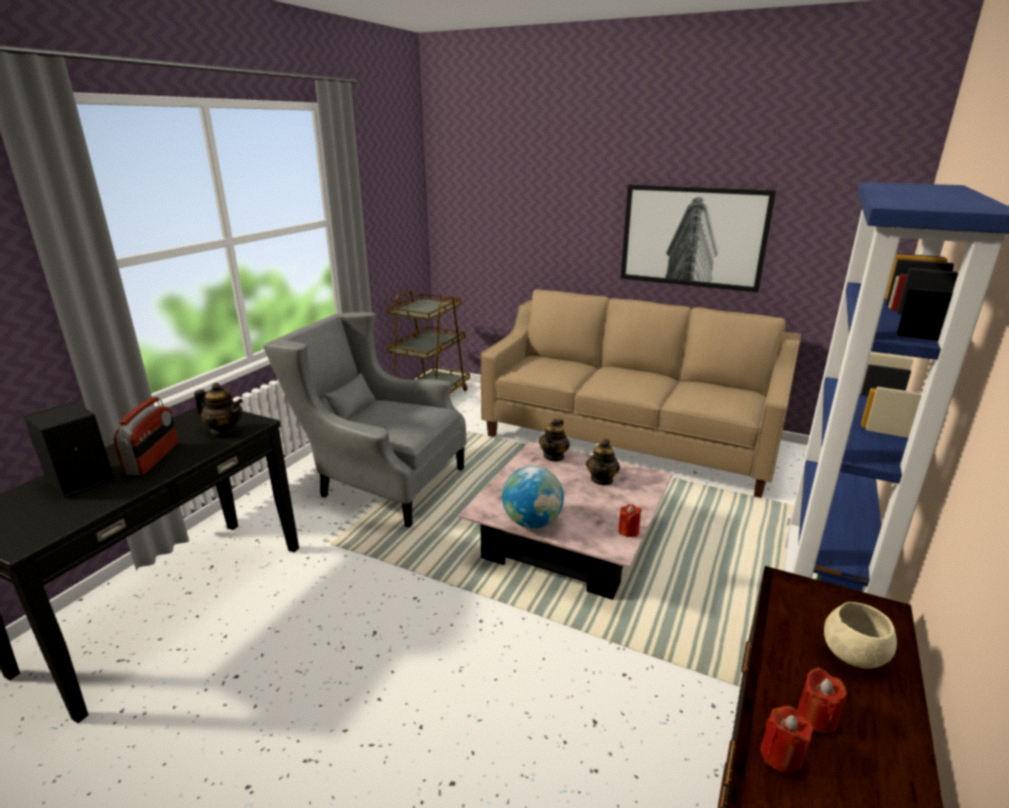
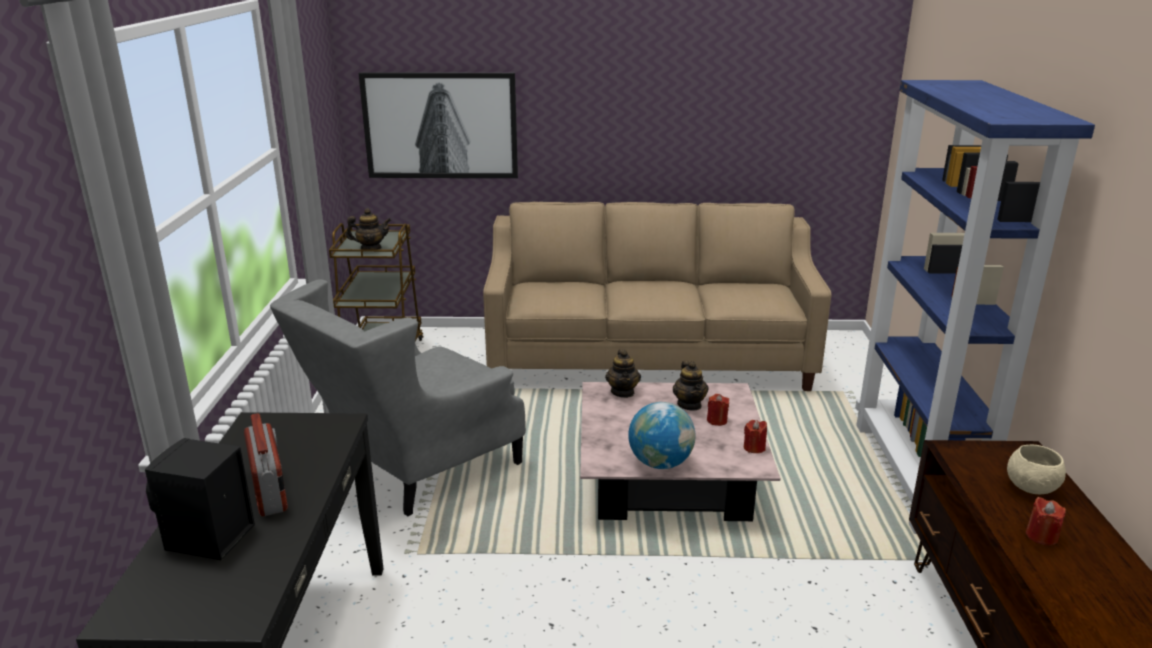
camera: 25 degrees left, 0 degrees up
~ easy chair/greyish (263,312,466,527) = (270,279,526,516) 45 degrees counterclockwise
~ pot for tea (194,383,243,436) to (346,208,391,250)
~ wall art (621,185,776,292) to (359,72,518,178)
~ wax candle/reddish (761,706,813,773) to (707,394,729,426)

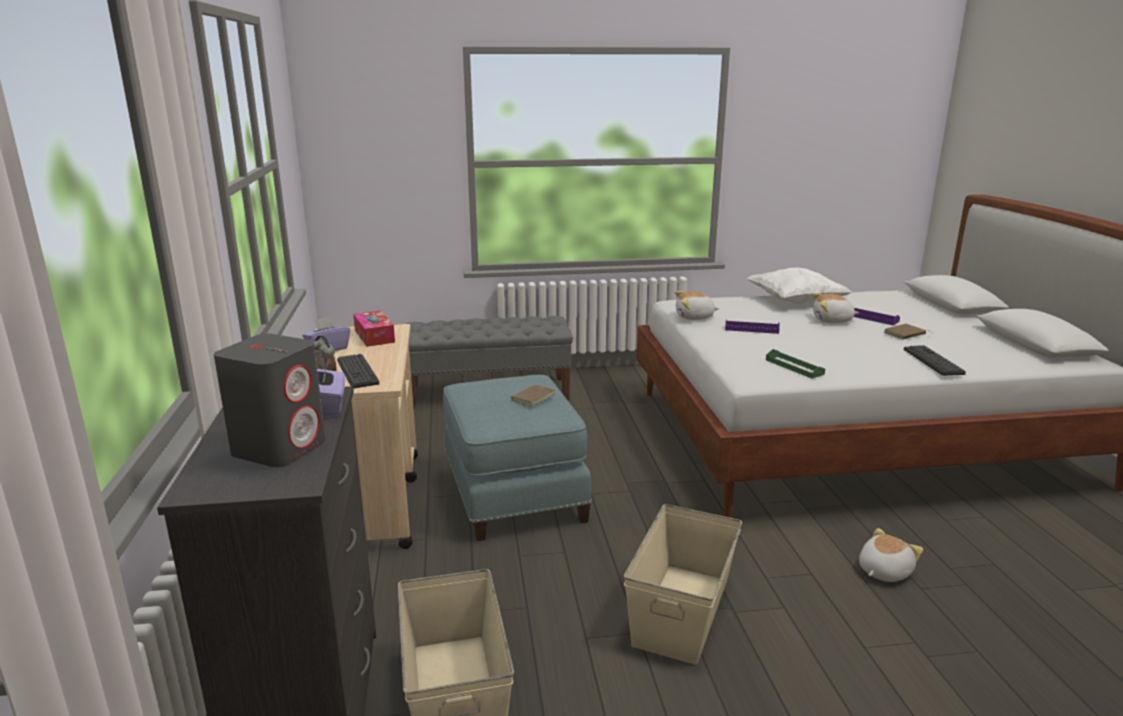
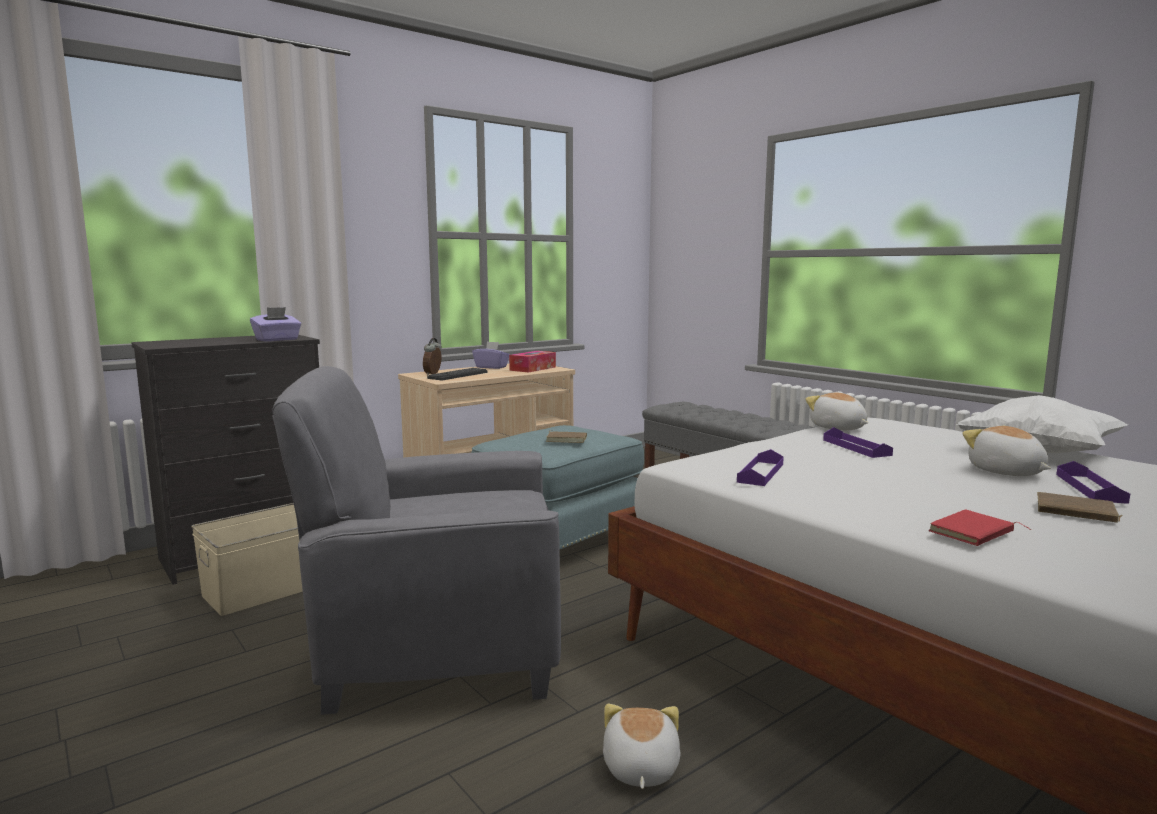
camera: 60 degrees right, 10 degrees down
~ storage box/beige (624,504,742,665) to easy chair/greyish (272,366,561,715)
~ cuddly toy (859,528,923,582) = (603,704,681,789) 105 degrees counterclockwise
~ serving tray/green-coloured (766,349,825,378) to serving tray/purple-coloured (737,449,784,486)
~ keyboard (904,345,966,376) to book/reddish (929,509,1031,546)
- loudspeaker/greyish (214,333,326,467)

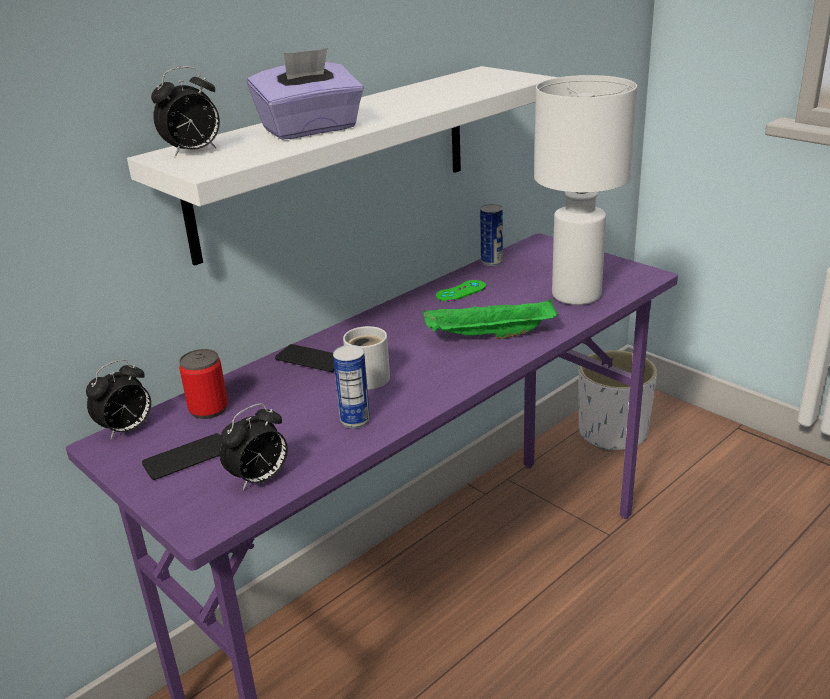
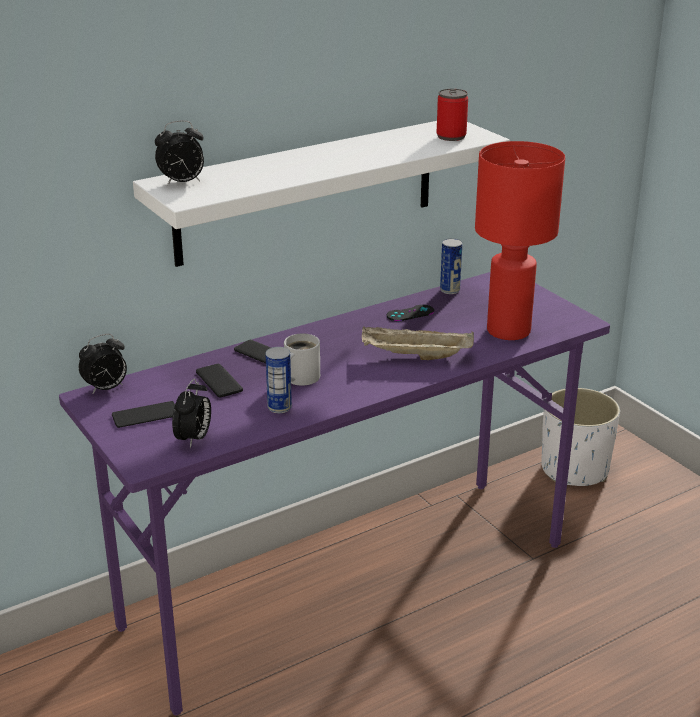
camera: 10 degrees right, 0 degrees up
~ table clock (219,403,288,491) = (172,378,211,448) 45 degrees counterclockwise
+ telephone (196,364,243,397)
~ serving tray/green-coloured (423,299,557,339) to serving tray/beige (362,327,474,360)
~ joypad/green-coloured (436,280,486,301) to joypad/blackish (387,305,434,321)
~ sealed can (179,349,228,419) to (437,89,468,141)
~ tabletop lamp/whitish (534,75,637,305) to tabletop lamp/reddish (475,141,565,340)
- box of tissues/purple-coloured (247,48,364,140)

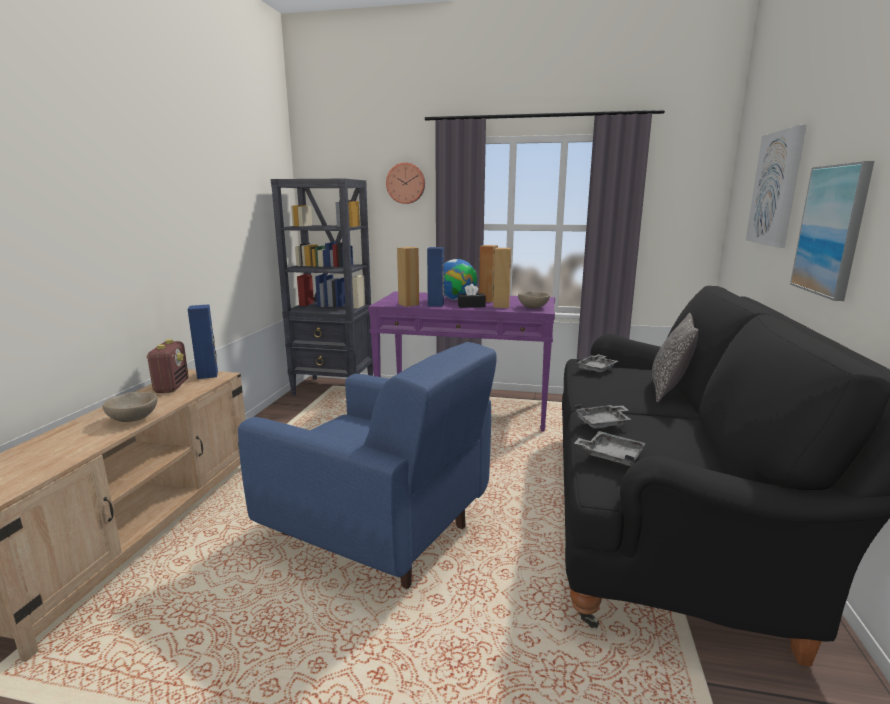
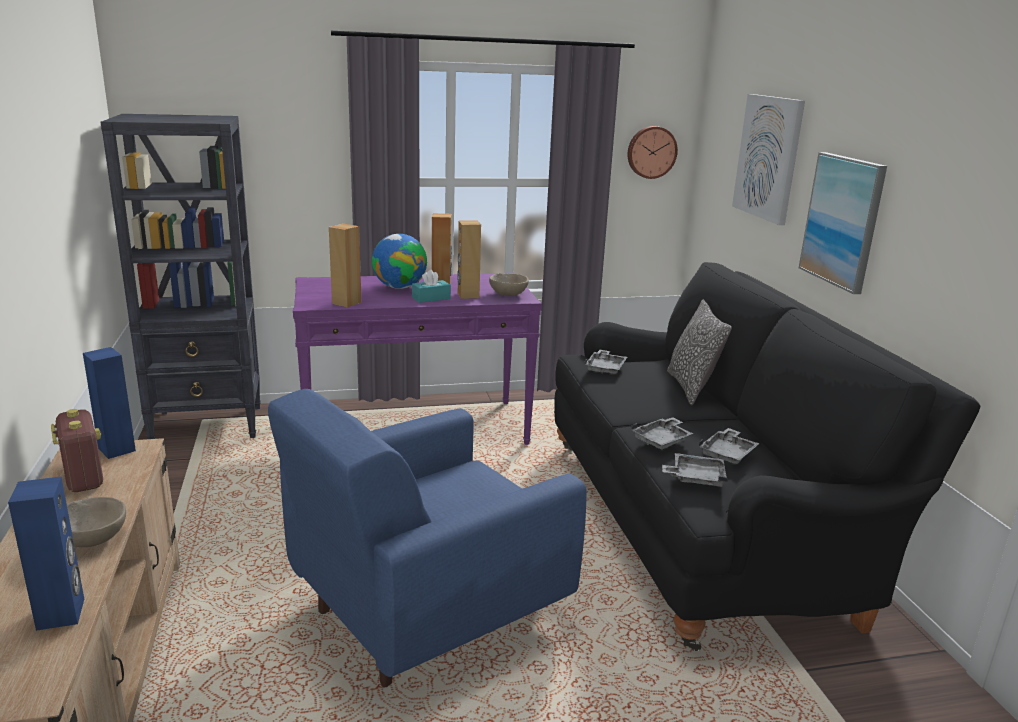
camera: 25 degrees left, 5 degrees up
~ loudspeaker/bluish (427,247,444,307) to (8,476,84,631)
~ easy chair/bluish (238,342,497,589) = (268,389,587,687) 135 degrees clockwise
~ box of tissues/blackish (458,284,486,308) to box of tissues/turquoise (412,270,451,303)
~ wall clock (386,162,425,204) to (628,126,678,179)
+ serving tray/greyish (699,428,760,464)

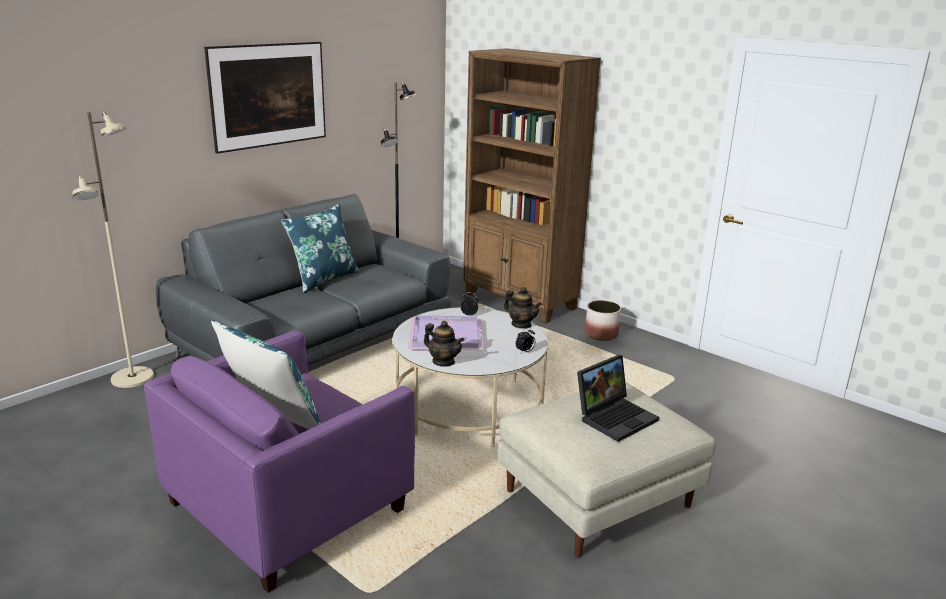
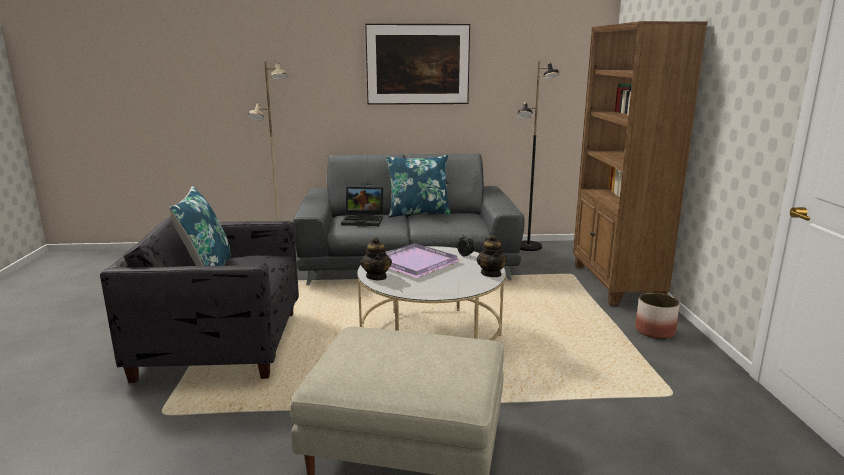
camera: 45 degrees right, 5 degrees down
~ easy chair/purple-coloured (144,331,415,593) to easy chair/greyish (100,216,299,383)
~ notebook computer (577,355,659,442) to (341,187,383,226)
- table clock (516,328,535,353)

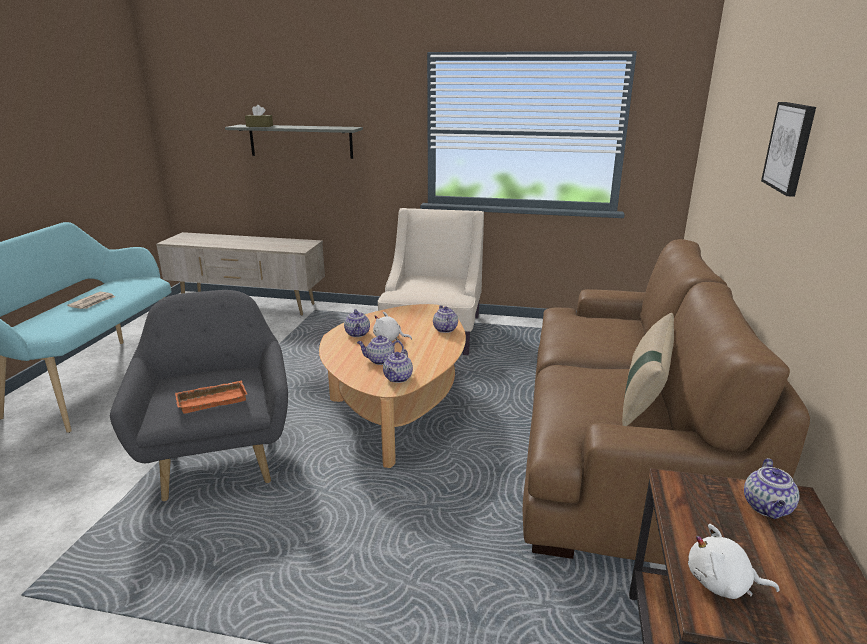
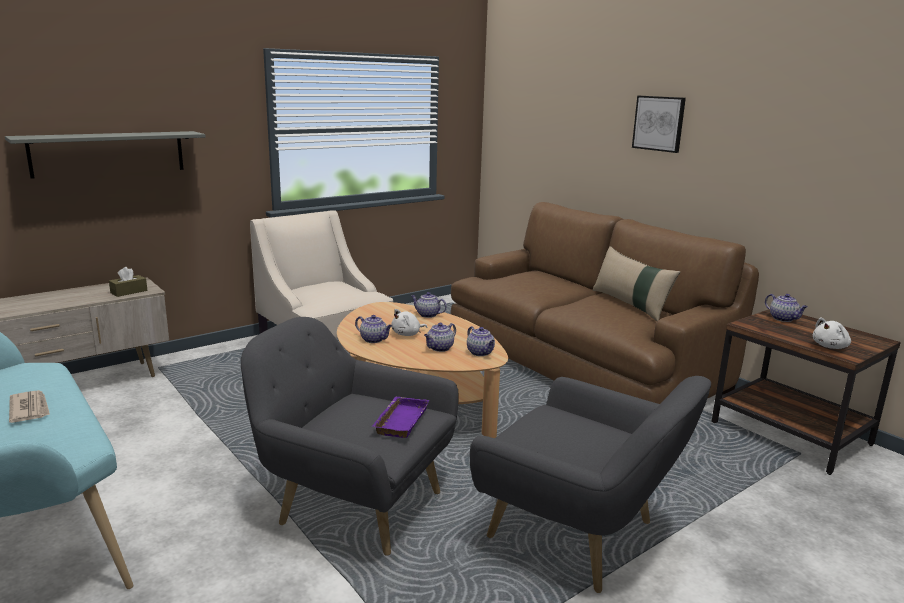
camera: 50 degrees left, 5 degrees down
~ box of tissues/brown (245,105,273,127) to (109,267,147,297)
~ serving tray/orange (175,381,247,414) to serving tray/purple-coloured (372,397,429,438)
+ easy chair/greyish (470,376,711,593)

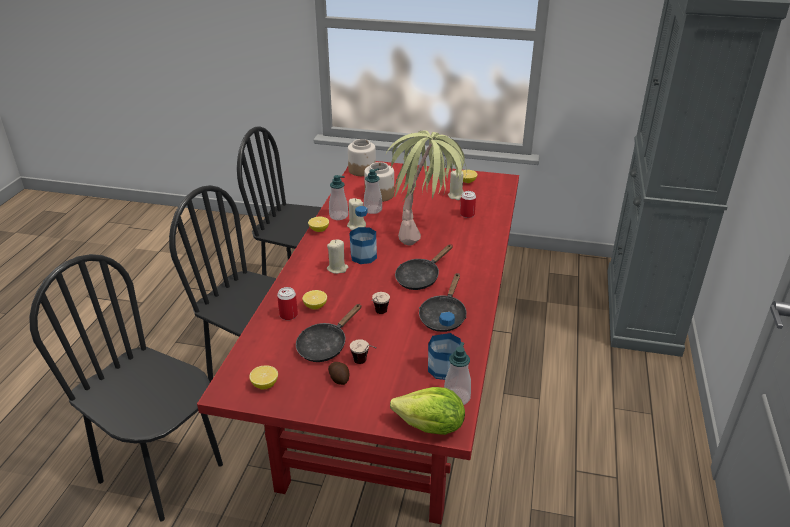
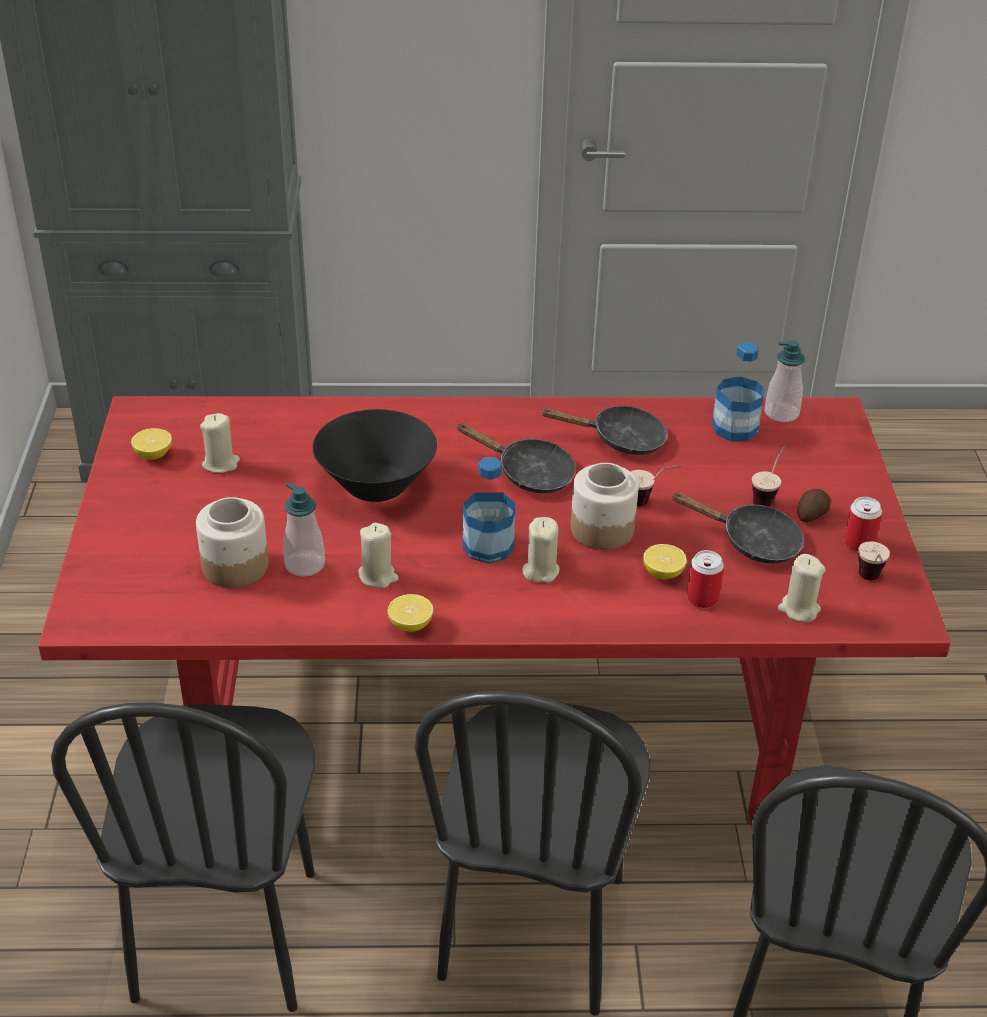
camera: 105 degrees left, 5 degrees up
~ potted plant (385,130,467,246) to bowl/blackish (313,409,437,502)
~ preserve jar (348,139,376,176) to (571,463,639,550)
+ wax candle/beige (778,554,825,622)
~ sealed can (460,191,476,218) to (844,497,882,552)
~ lemon (249,365,278,390) to small cup (858,541,890,580)
- soap dispenser (329,175,348,220)
- lettuce head (390,387,465,435)

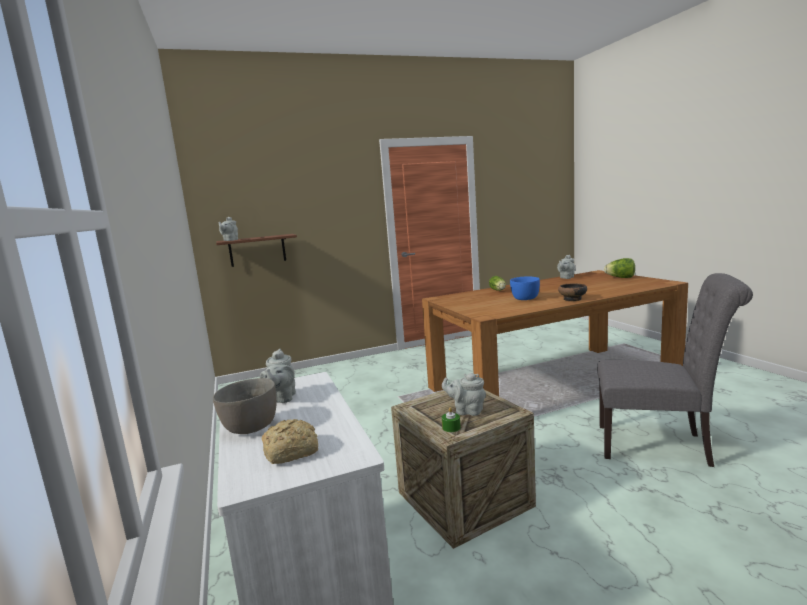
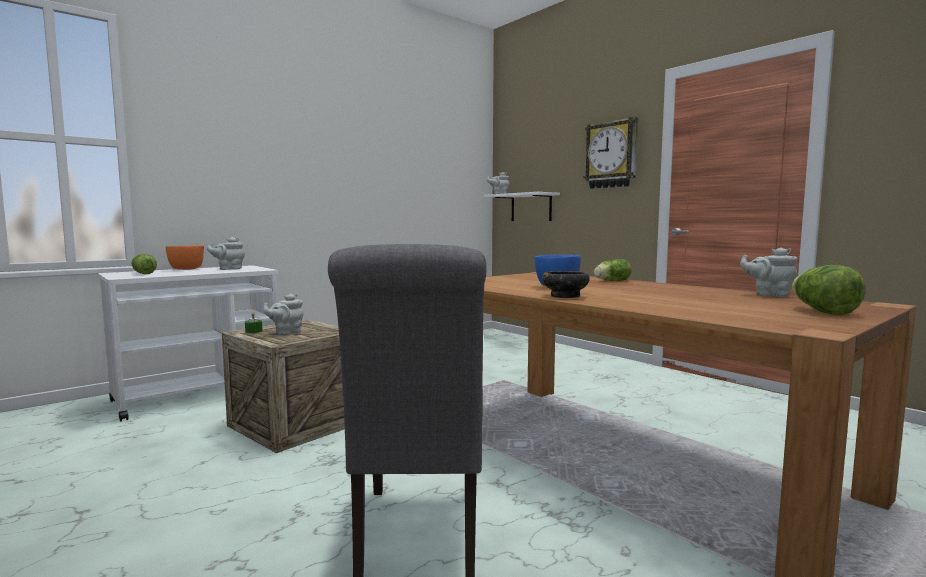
camera: 70 degrees right, 5 degrees down
~ baked bread (262,419,318,464) to lettuce head (131,254,157,275)
~ bowl/greyish (213,378,276,434) to bowl/orange (166,245,204,270)
~ pot for tea/greyish (442,373,486,416) = (263,294,303,335) 135 degrees counterclockwise
~ shelf/brown (216,234,297,267) to shelf/whitish (484,192,560,221)
+ wall clock (584,117,638,189)

